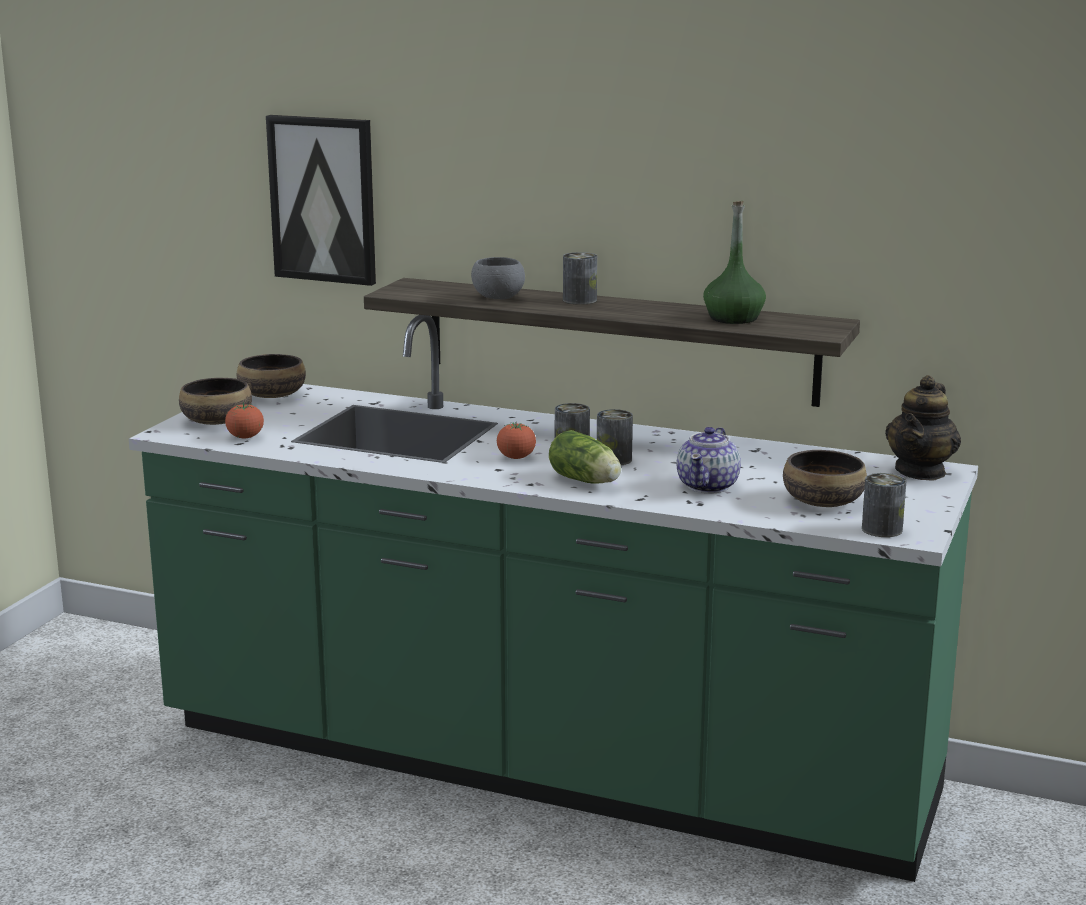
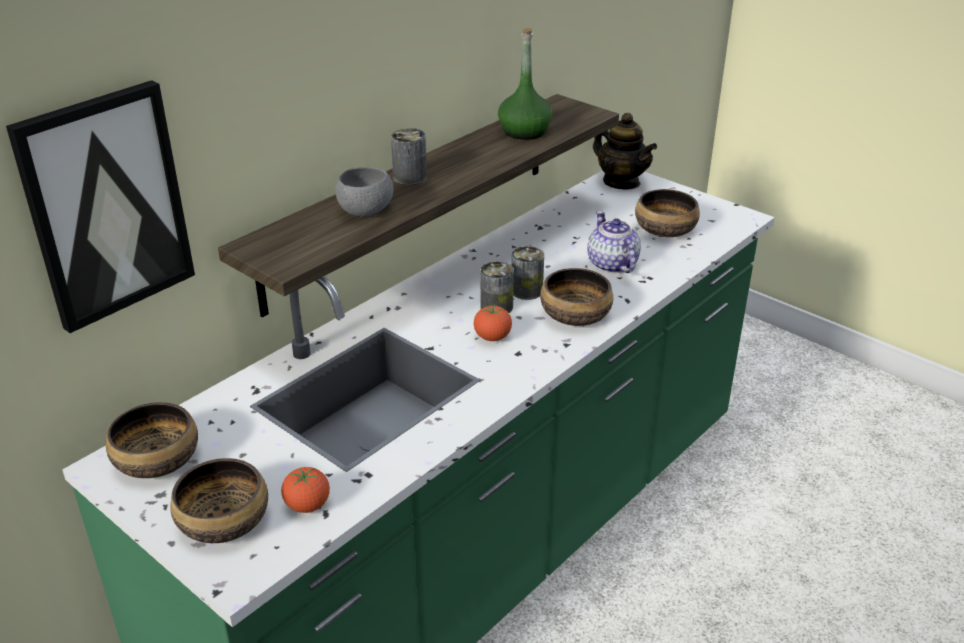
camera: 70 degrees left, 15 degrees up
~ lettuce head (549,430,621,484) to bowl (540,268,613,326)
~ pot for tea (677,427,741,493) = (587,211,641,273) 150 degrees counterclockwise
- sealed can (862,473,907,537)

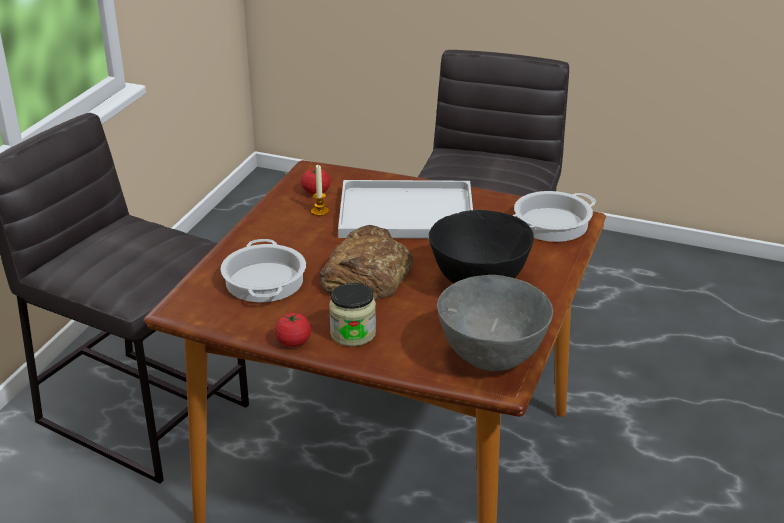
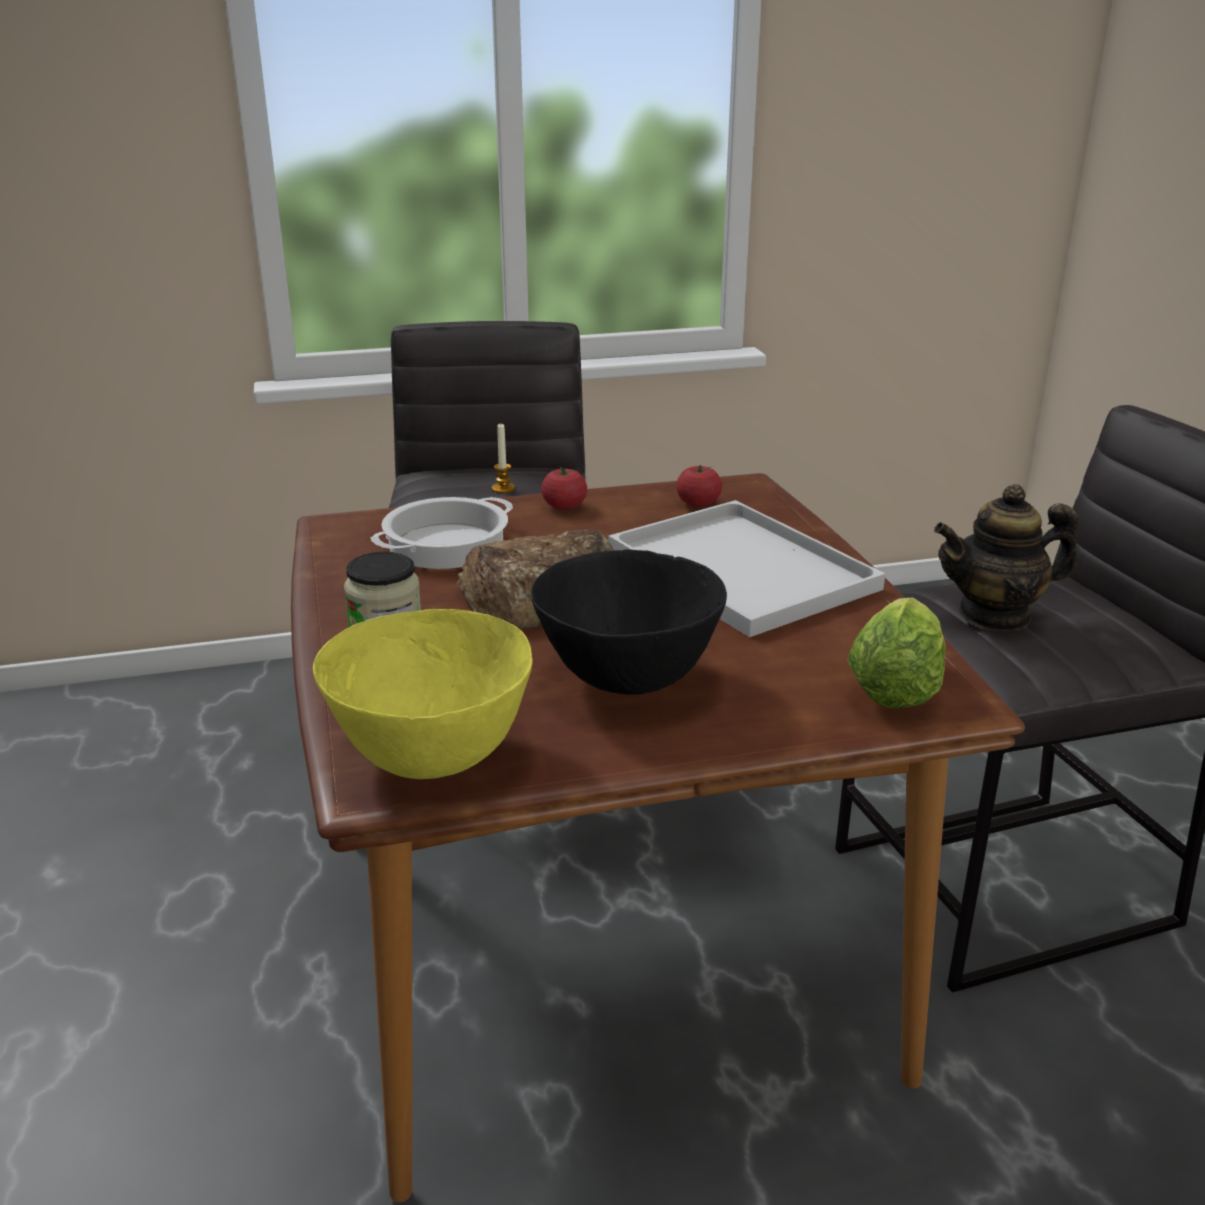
camera: 55 degrees right, 5 degrees down
~ bowl/greyish (437,275,553,371) to bowl/yellowish (313,609,533,779)
~ wax candle (311,165,329,216) to (492,424,515,493)
~ whole tomato (275,313,311,347) to (541,467,587,510)
~ cooking pot (513,191,596,242) to lettuce head (847,597,946,708)
+ pot for tea (934,484,1078,631)

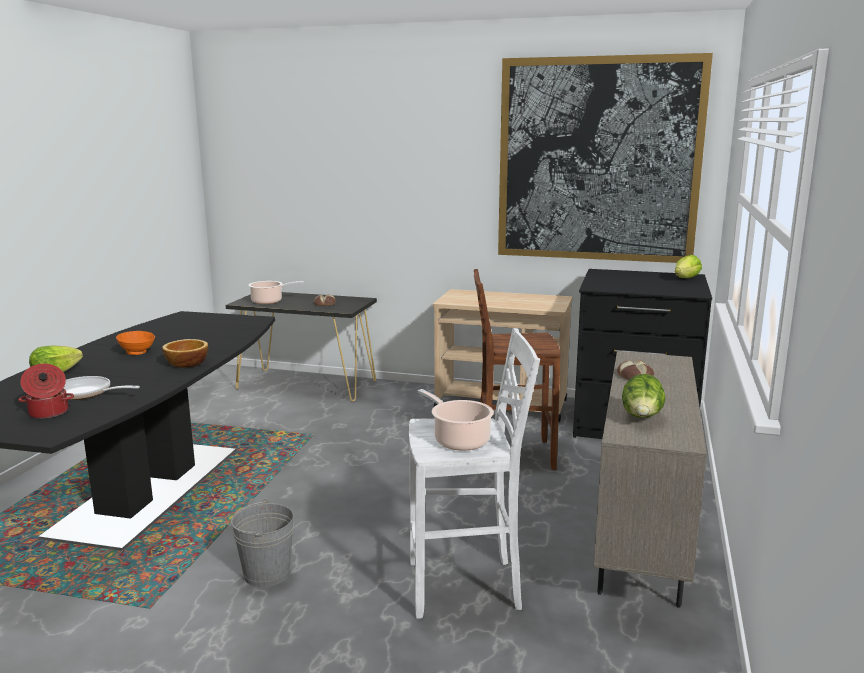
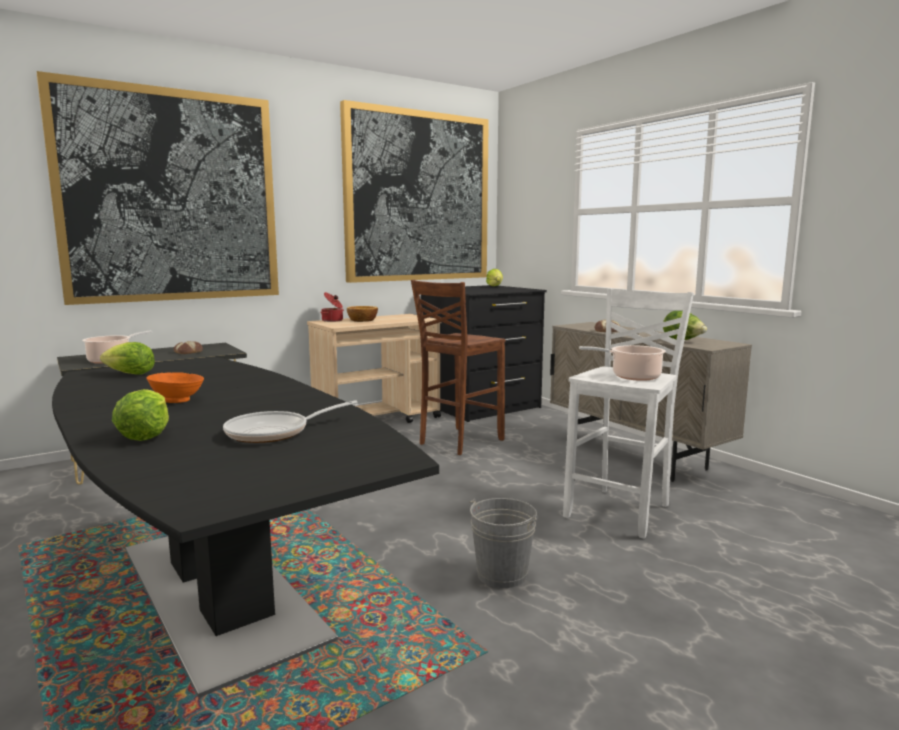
camera: 50 degrees left, 5 degrees down
+ wall art (37,71,279,305)
+ lettuce head (100,342,155,375)
~ cooking pot (19,364,74,419) to (320,292,344,322)
~ bowl (162,339,208,368) to (347,306,378,322)

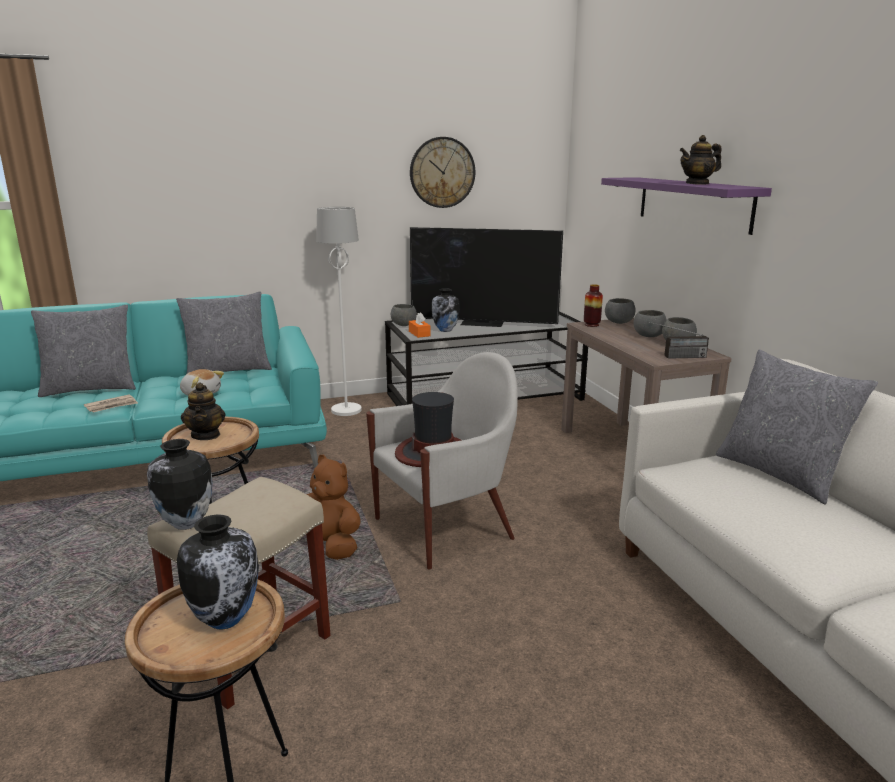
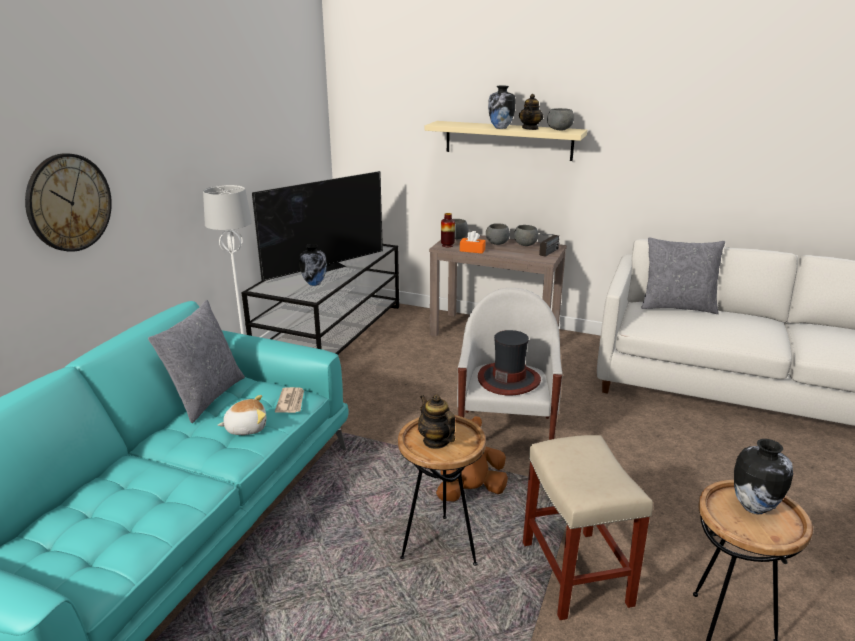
camera: 50 degrees left, 5 degrees up
~ wall clock (410,137,475,208) to (25,153,112,252)
~ daily paper (84,394,138,412) to (275,387,304,413)
~ pot for tea (181,383,226,440) = (418,394,455,449) 150 degrees counterclockwise
~ shelf/purple-coloured (601,177,772,235) to shelf/beige (425,121,587,161)
~ box of tissues/orange (409,312,431,338) to (460,231,486,254)
~ decorative vase (147,439,213,530) to (488,86,516,129)
~ bowl/greyish (391,304,417,326) to (547,108,574,130)
- pillow/greyish (31,305,136,397)

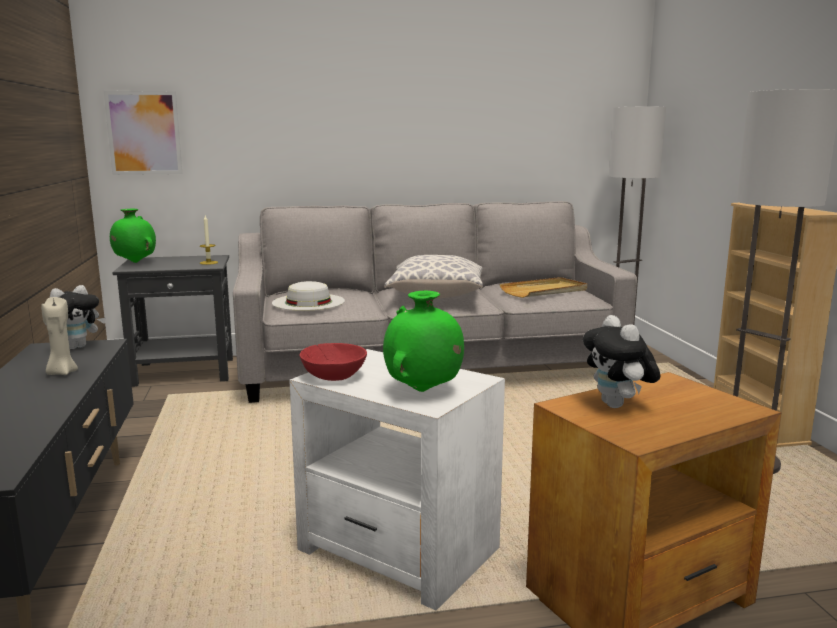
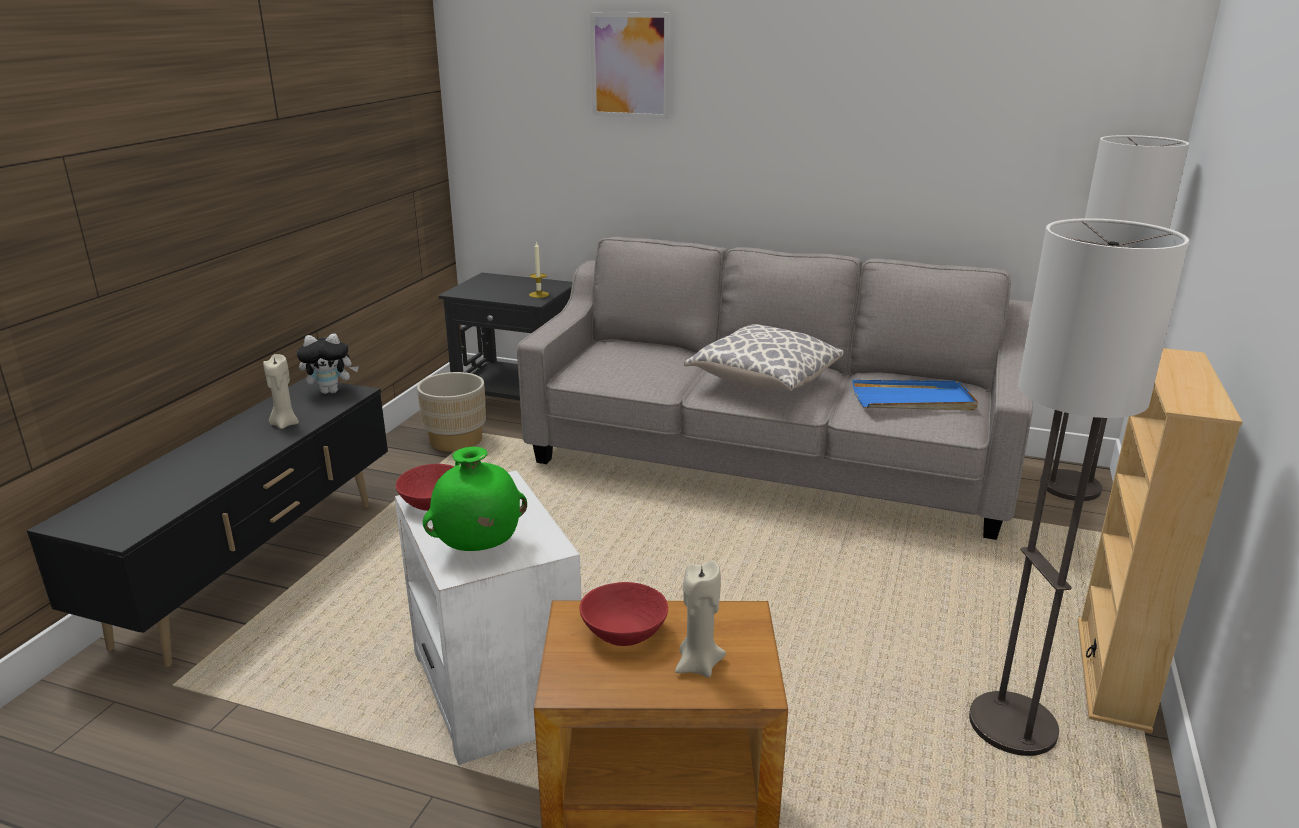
camera: 30 degrees right, 10 degrees up
+ planter/beige (417,372,486,452)
~ cuddly toy (583,315,660,408) to bowl/reddish (580,582,668,646)
~ wall art (104,91,182,175) to (590,12,670,119)
+ wax candle/beige (675,560,726,678)
~ serving tray/beige (499,277,587,298) to serving tray/bluish (853,380,978,410)
- decorative vase/green-coloured (110,209,156,263)
- hat/whitish (272,281,345,311)

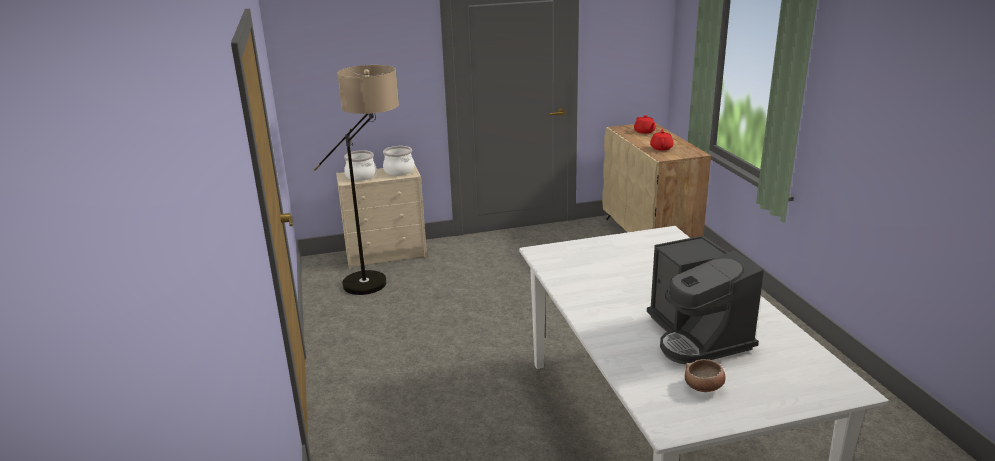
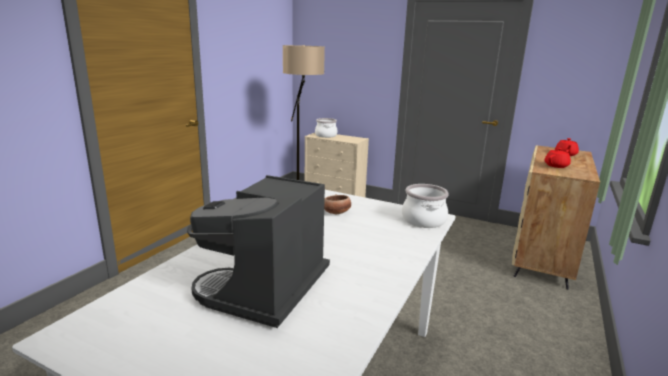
camera: 40 degrees right, 5 degrees down
~ bowl (685,359,726,392) to (324,194,351,214)
~ cooking pot (383,146,415,176) to (402,184,449,228)

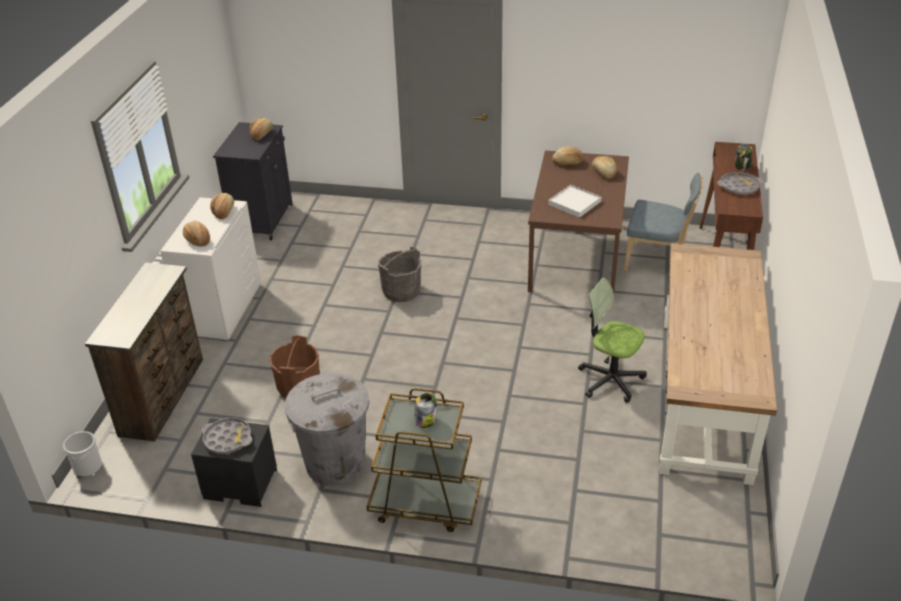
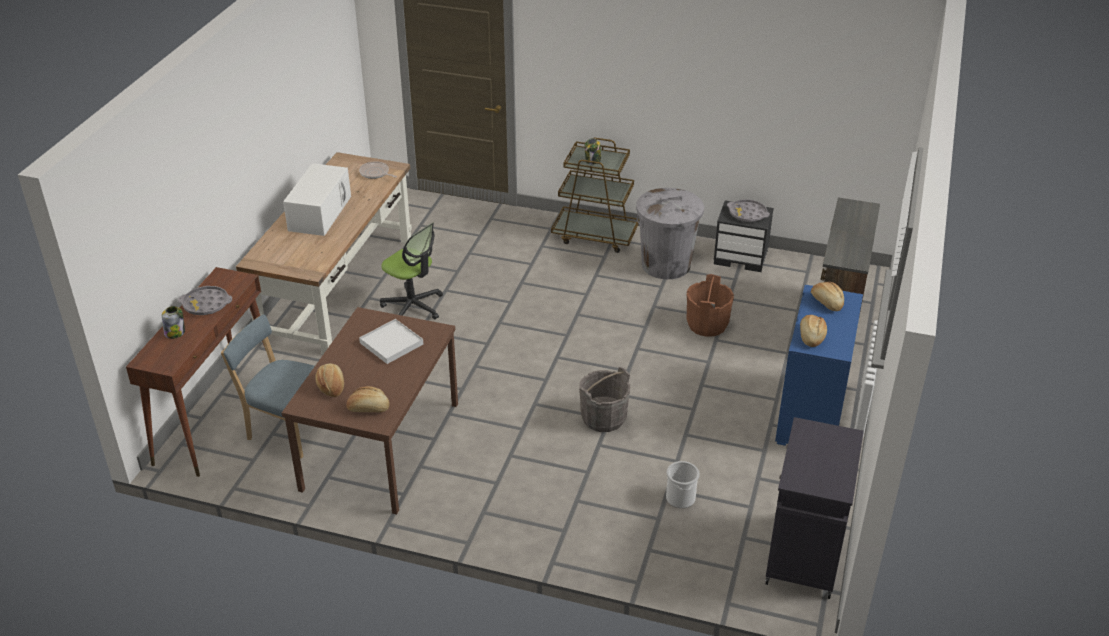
camera: 175 degrees left, 0 degrees up
+ kitchen microwave/whitish (283,163,351,236)
+ skillet (359,161,397,179)
~ water bucket (63,431,102,477) to (666,461,700,508)
~ chest of drawers/whitish (160,197,261,342) to chest of drawers/bluish (775,285,863,446)
- baked bread (249,118,273,140)

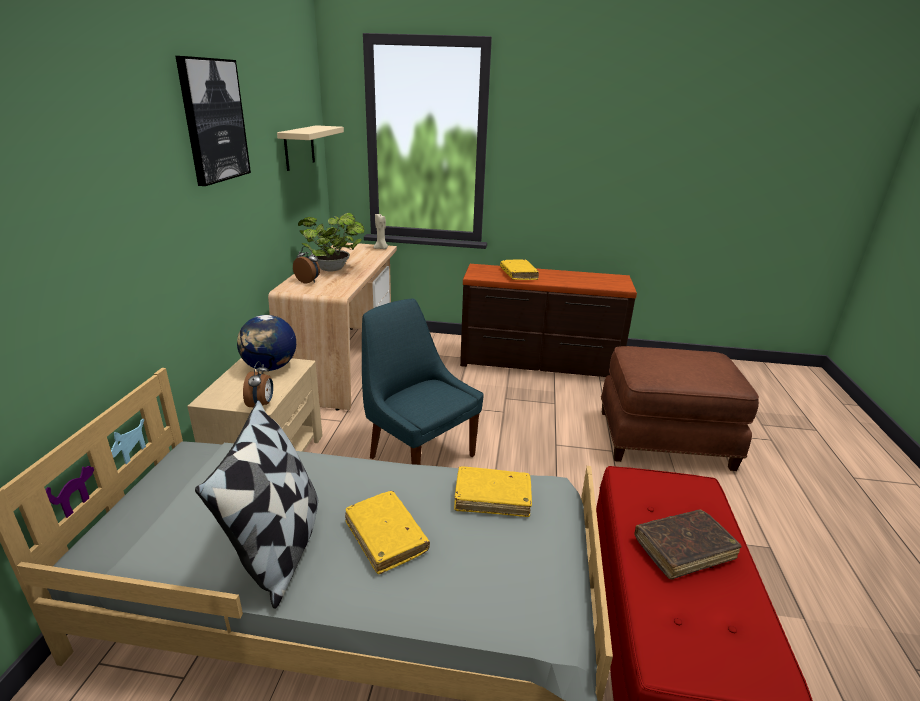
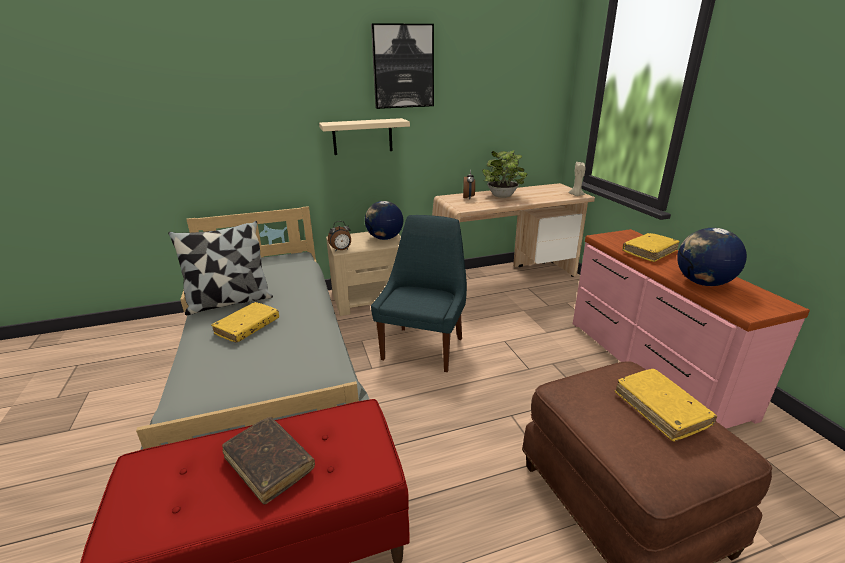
camera: 65 degrees right, 0 degrees up
~ shelf/beige (277,125,344,171) to (319,118,410,155)
~ chest of drawers/brown (460,264,637,377) to chest of drawers/pink (573,229,810,429)
~ book/yellowish (454,466,532,517) to (615,369,717,442)
+ world globe (677,228,747,286)

